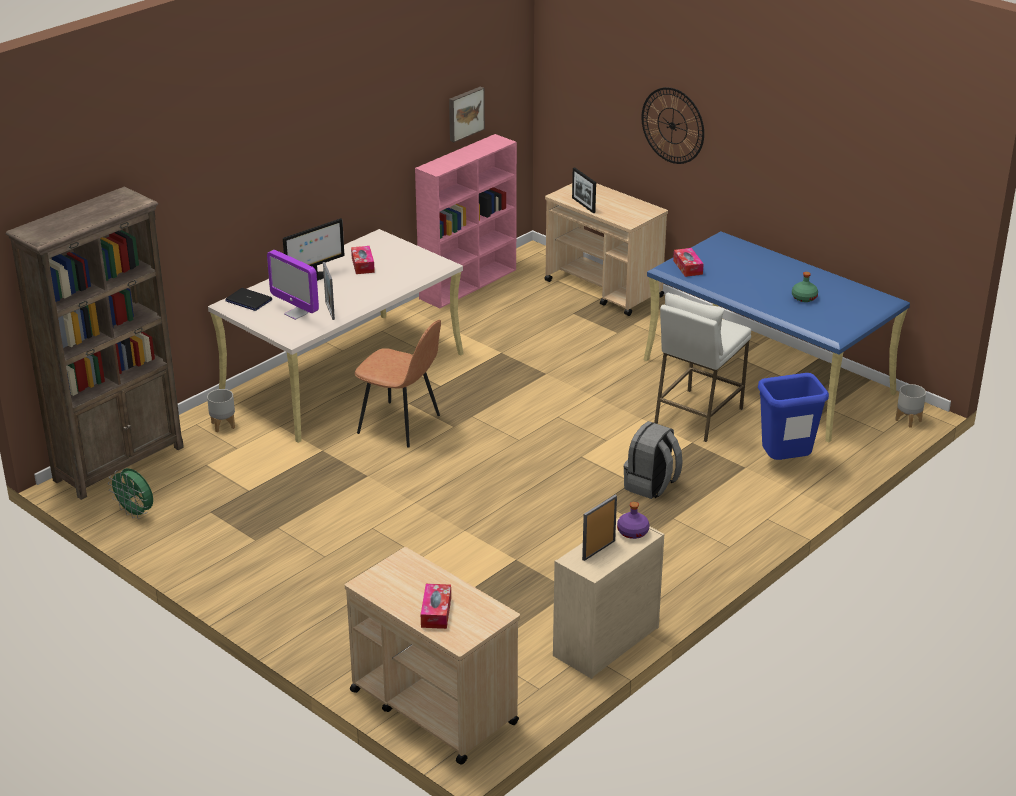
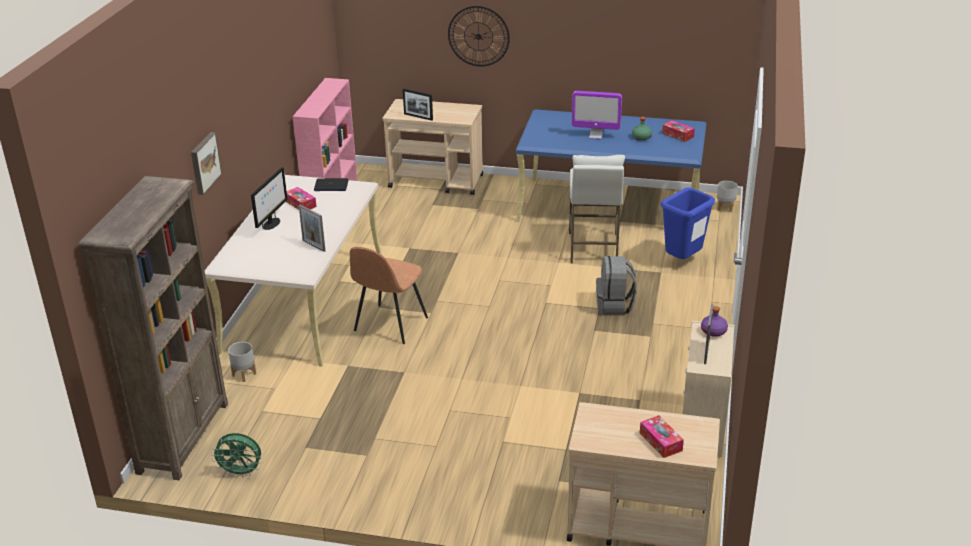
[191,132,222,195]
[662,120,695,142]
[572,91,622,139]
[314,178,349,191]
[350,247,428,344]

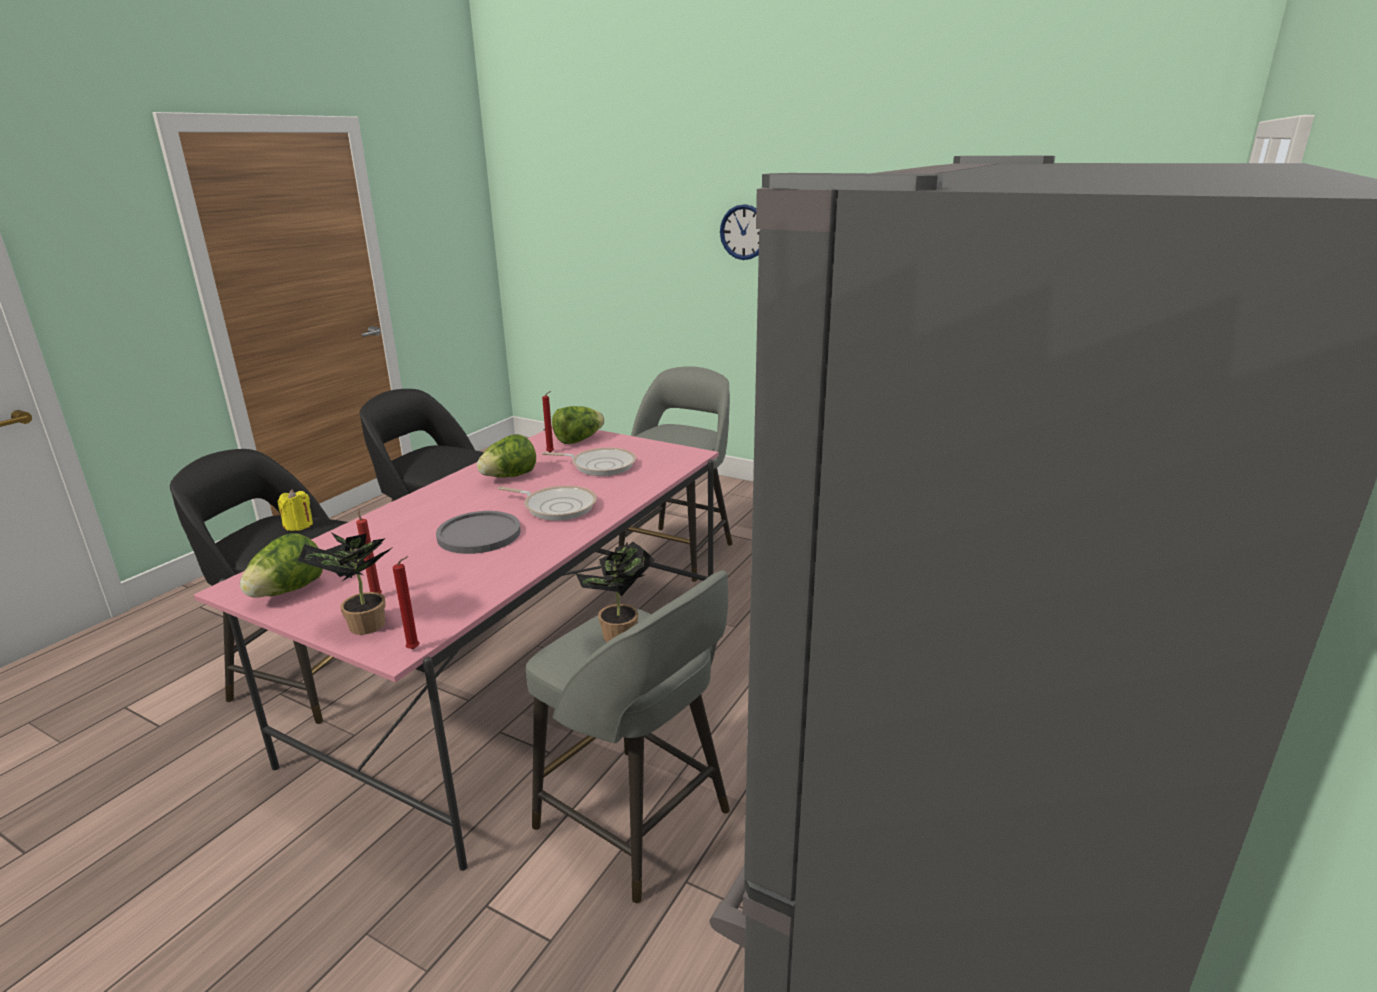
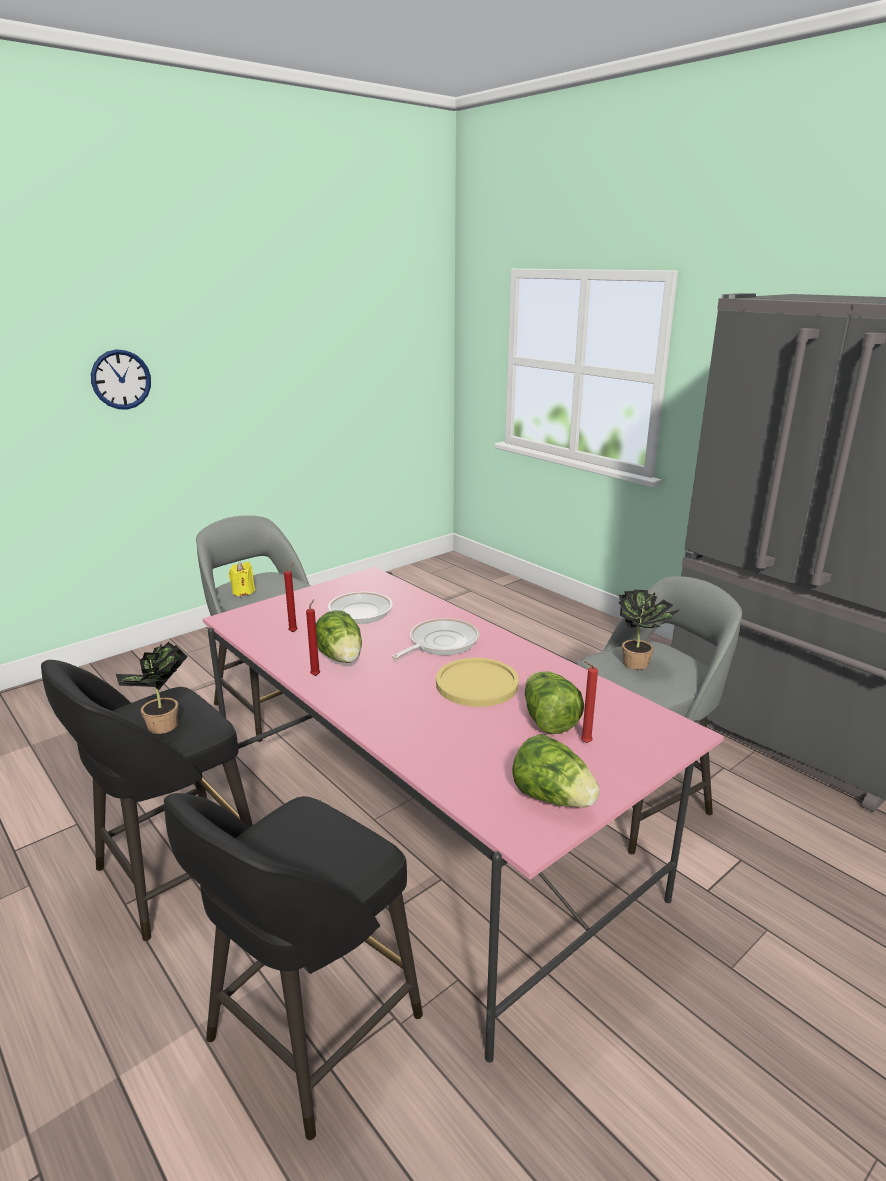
[525,671,584,734]
[229,562,255,596]
[436,658,519,707]
[116,642,188,734]
[306,600,320,676]

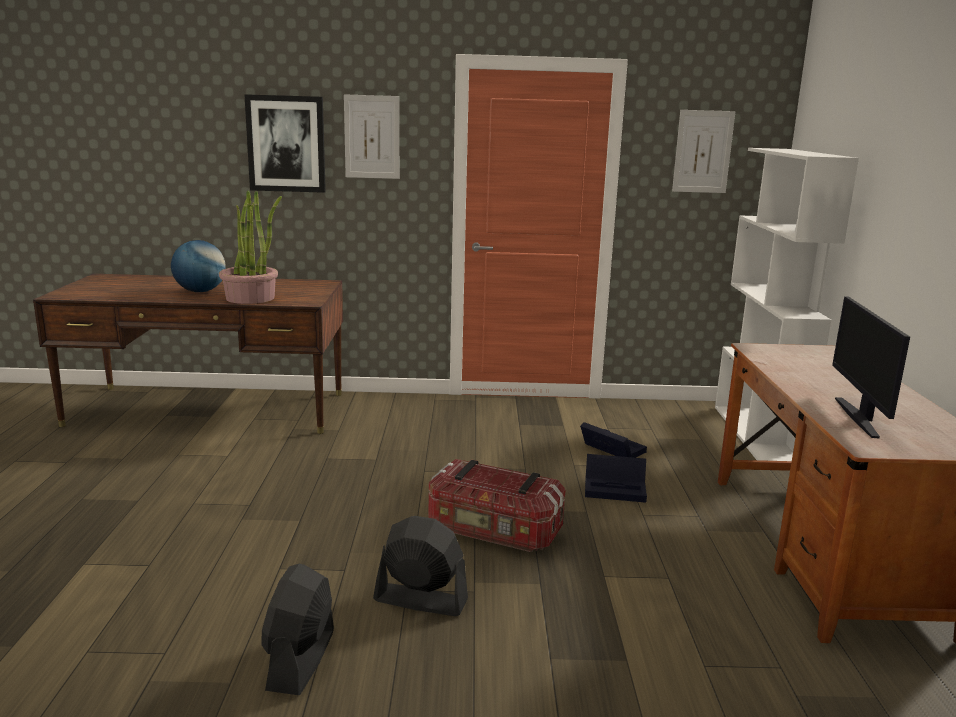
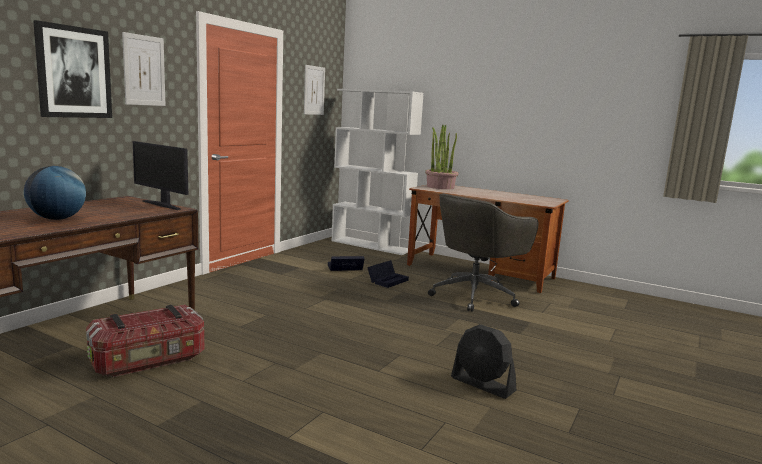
[425,124,458,189]
[133,141,188,210]
[86,305,204,377]
[373,516,468,616] (first image)
[428,194,539,312]

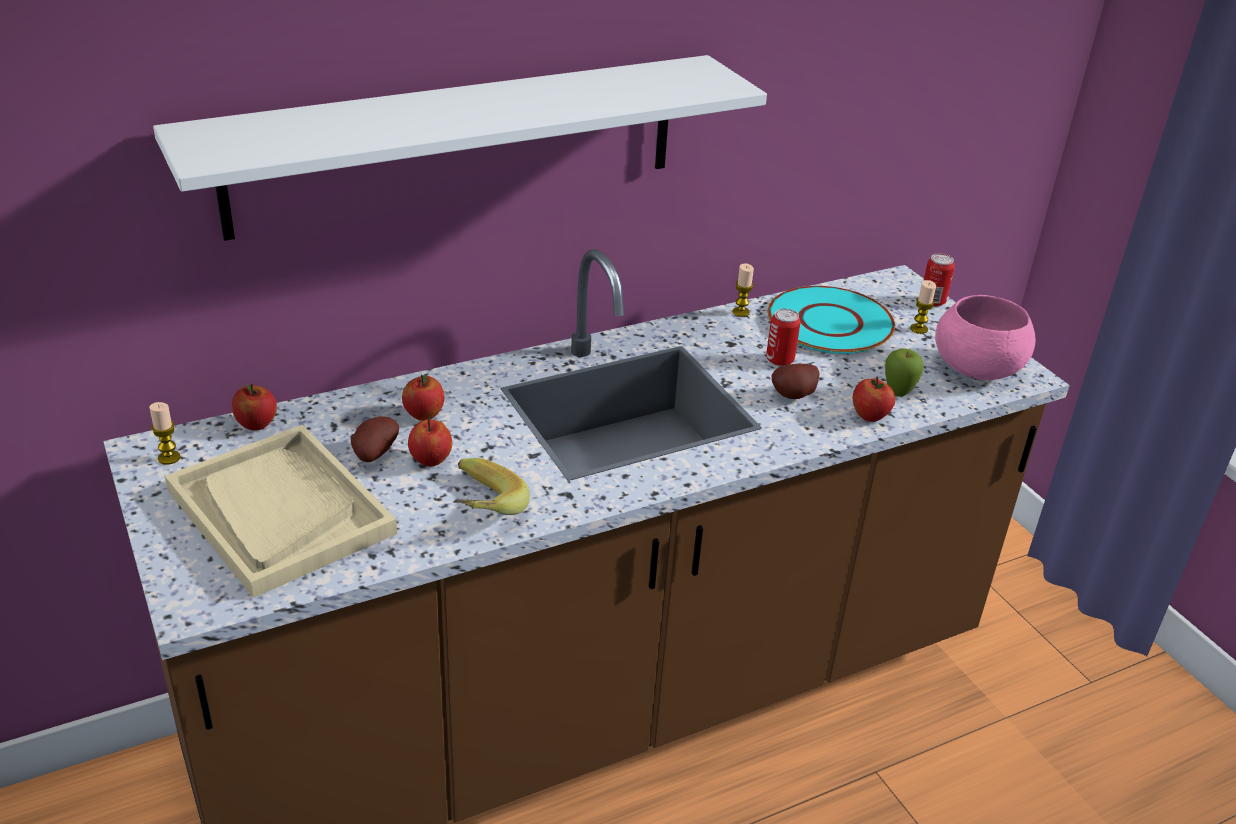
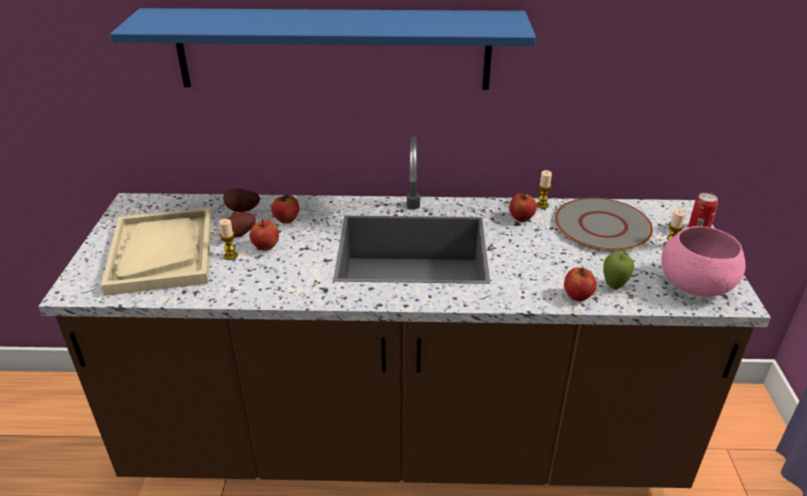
[110,8,536,90]
[555,198,653,251]
[766,309,801,366] (first image)
[223,188,260,212]
[509,192,537,222]
[219,219,238,260]
[454,458,530,515] (first image)

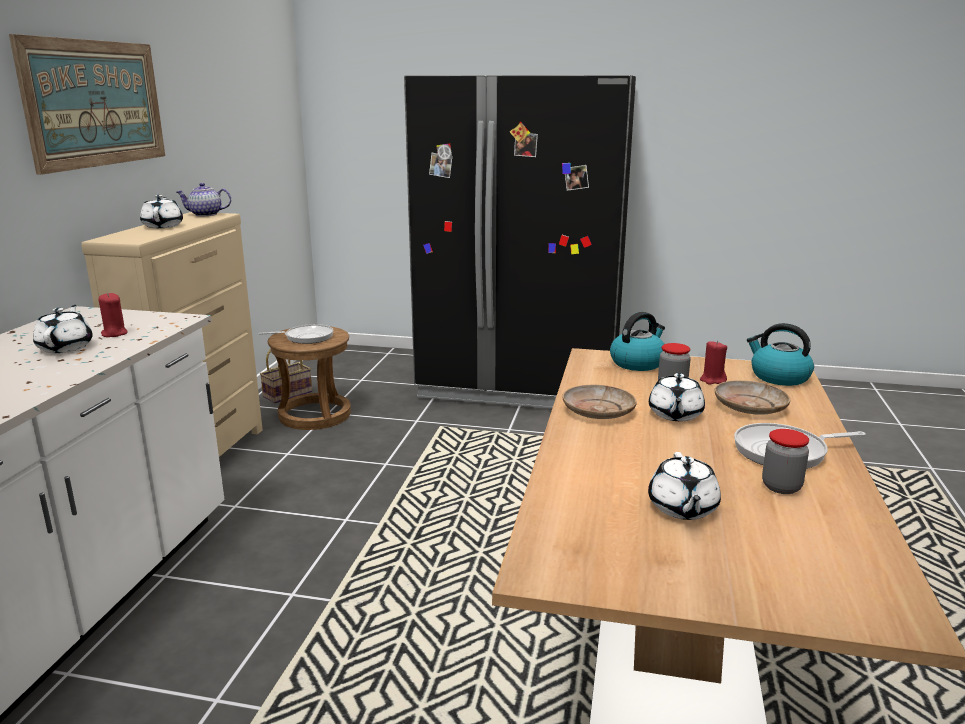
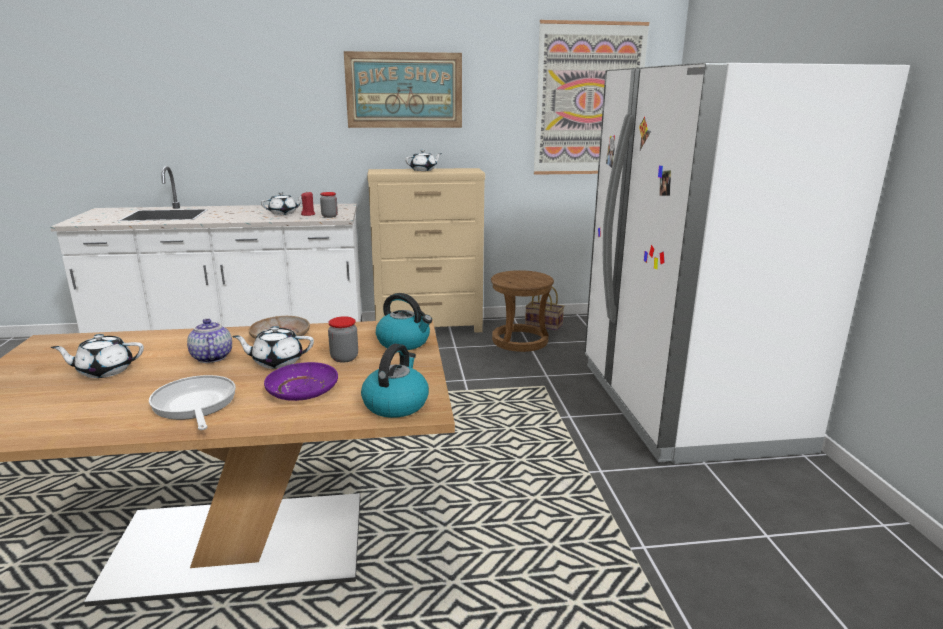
[585,62,910,464]
[187,319,232,363]
[259,324,333,344] (first image)
[700,340,727,385] (first image)
[264,362,338,401]
[320,192,338,218]
[534,20,649,175]

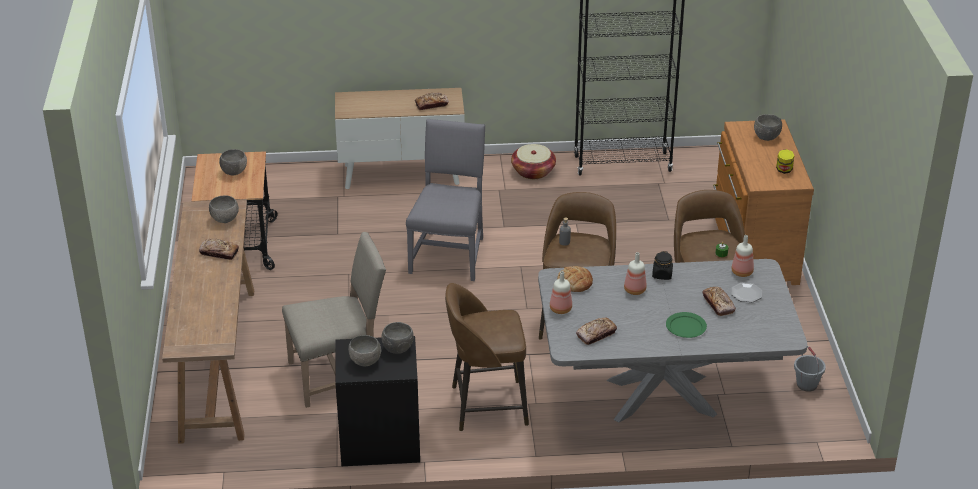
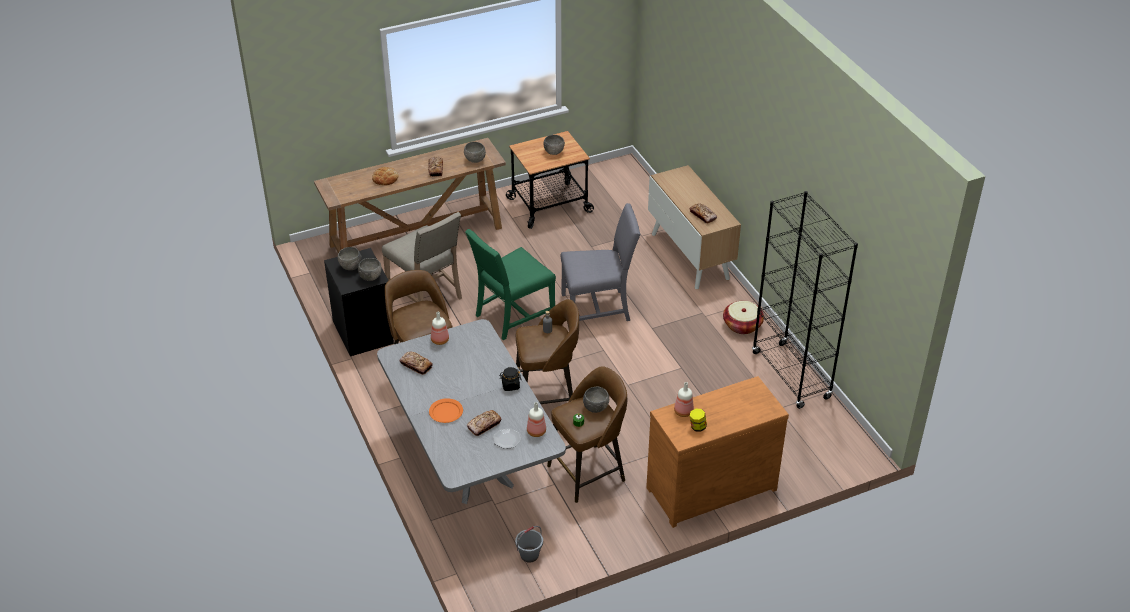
[583,387,609,413]
[674,382,694,417]
[372,167,398,185]
[429,398,463,423]
[465,229,556,340]

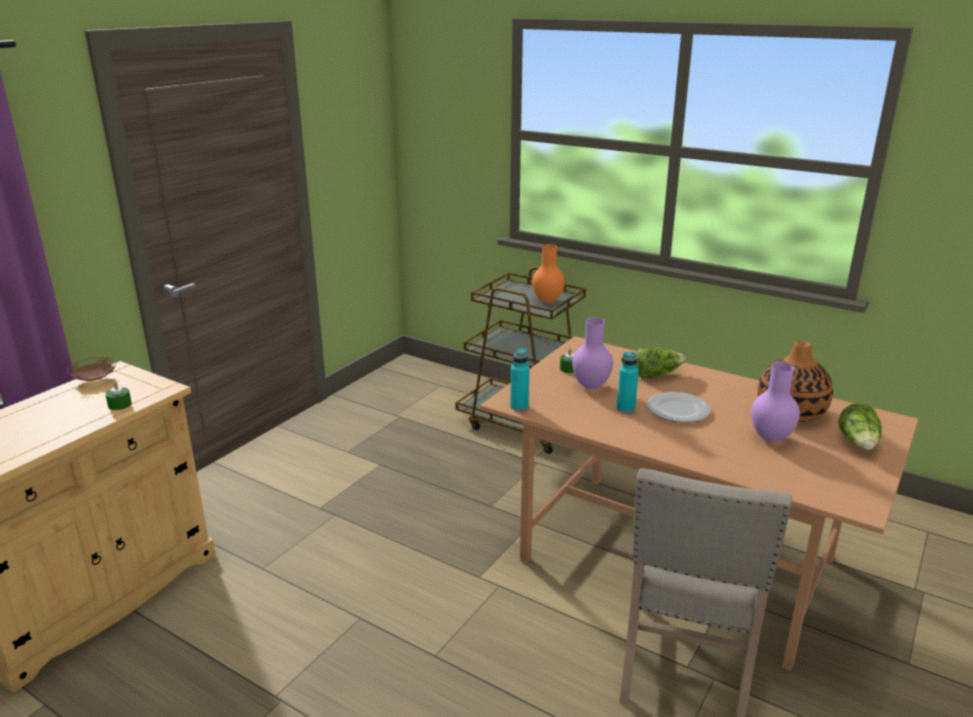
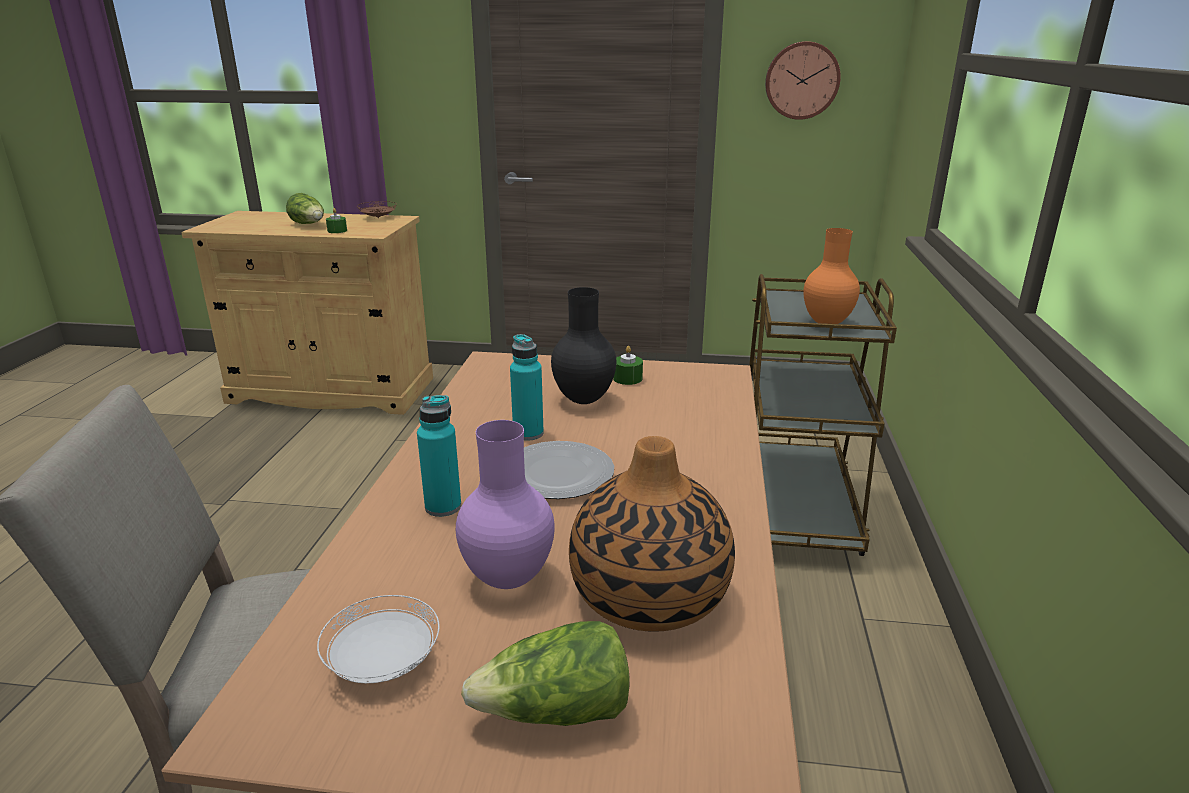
[551,287,616,404]
[286,193,324,224]
[417,395,461,517]
[765,41,841,120]
[317,595,440,683]

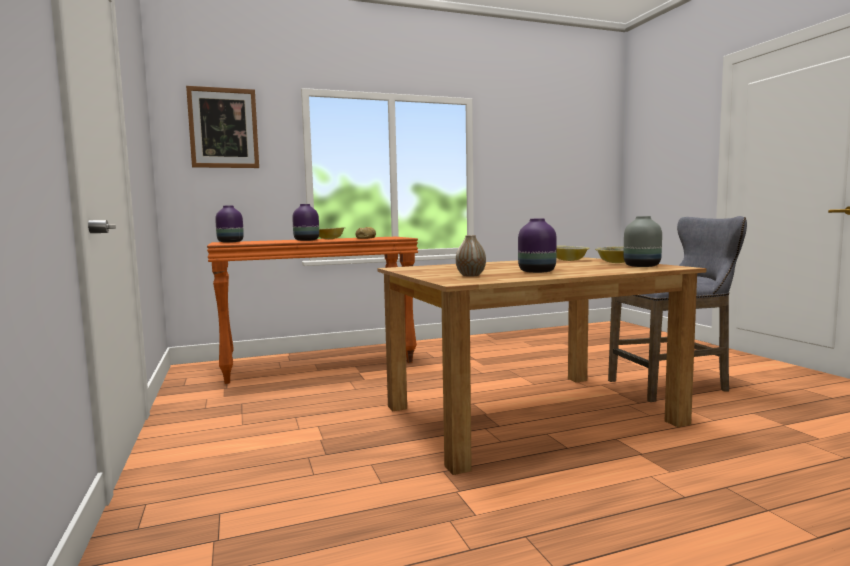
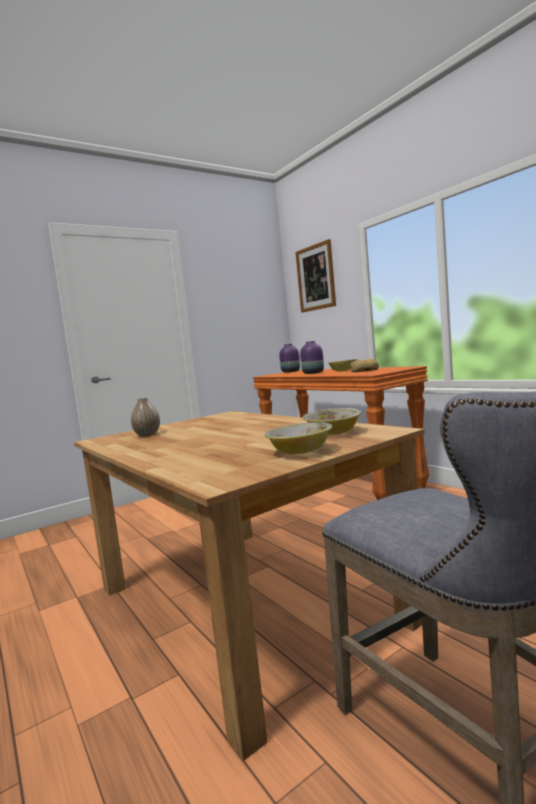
[624,216,662,267] (first image)
[518,218,557,273] (first image)

